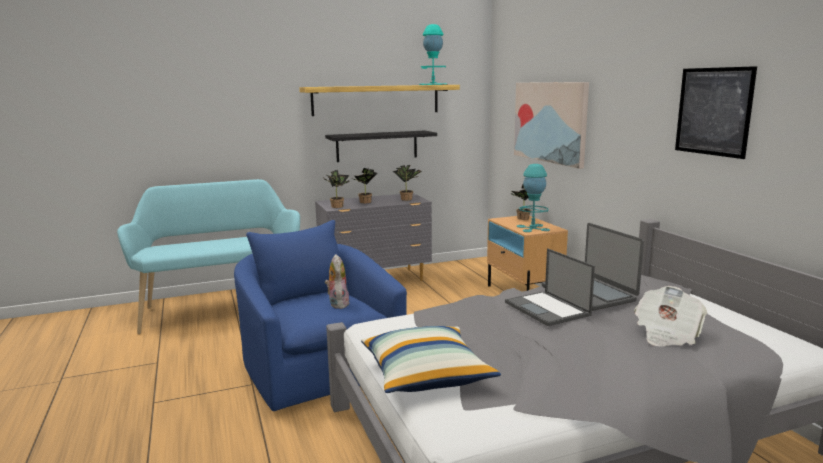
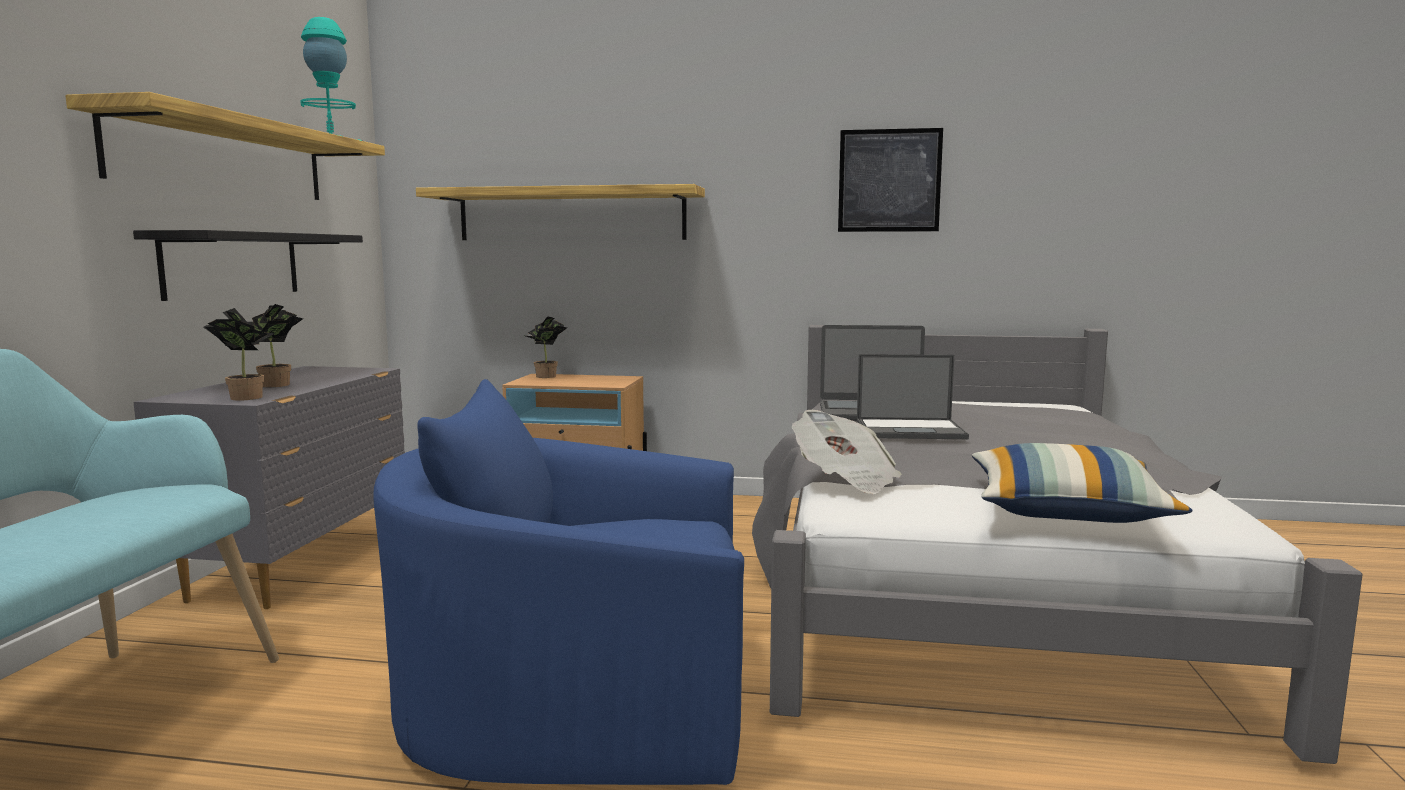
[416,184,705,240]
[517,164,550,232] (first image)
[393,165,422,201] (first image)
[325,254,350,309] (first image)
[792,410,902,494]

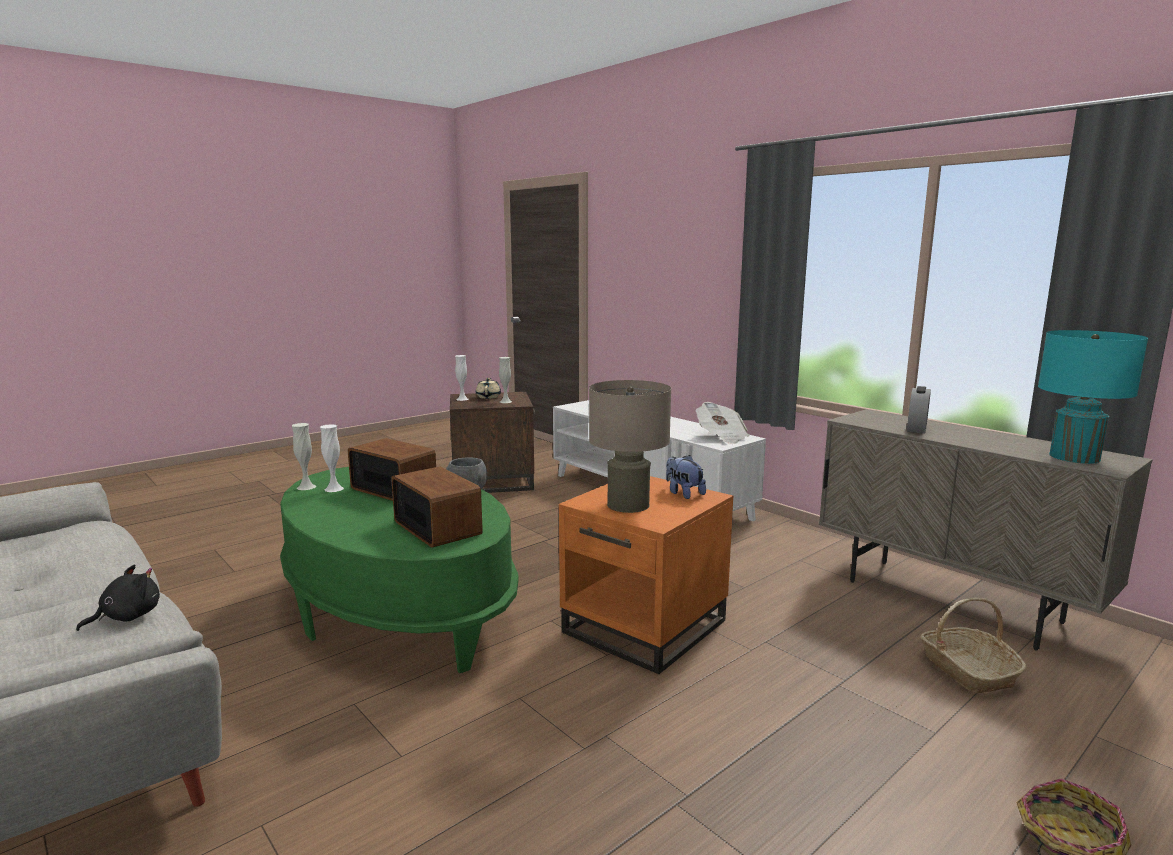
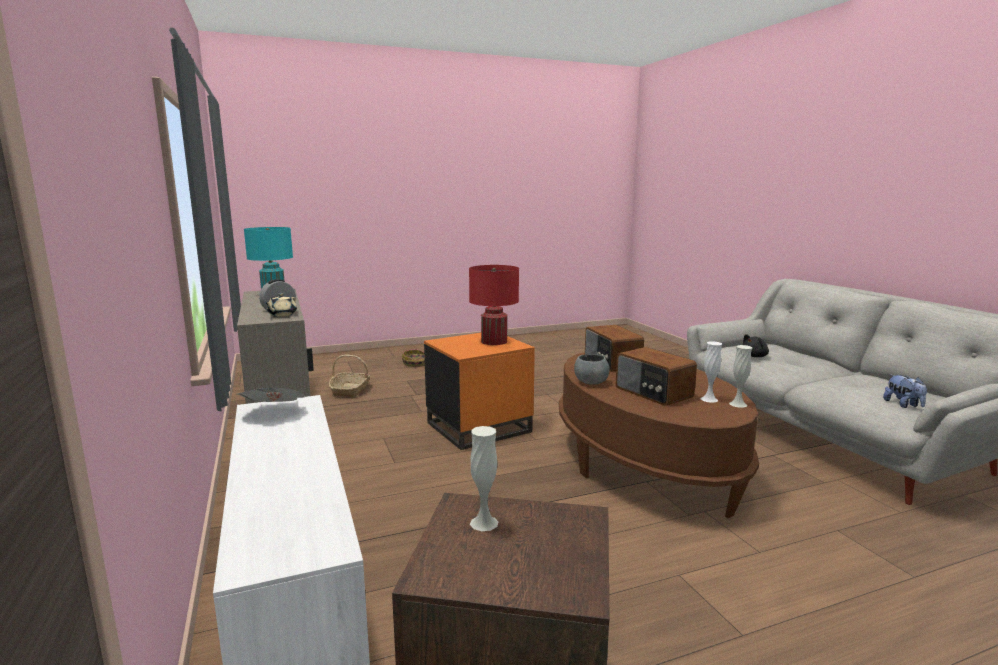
[455,355,468,401] (first image)
[264,293,297,317]
[469,265,519,345]
[883,374,927,408]
[559,352,759,518]

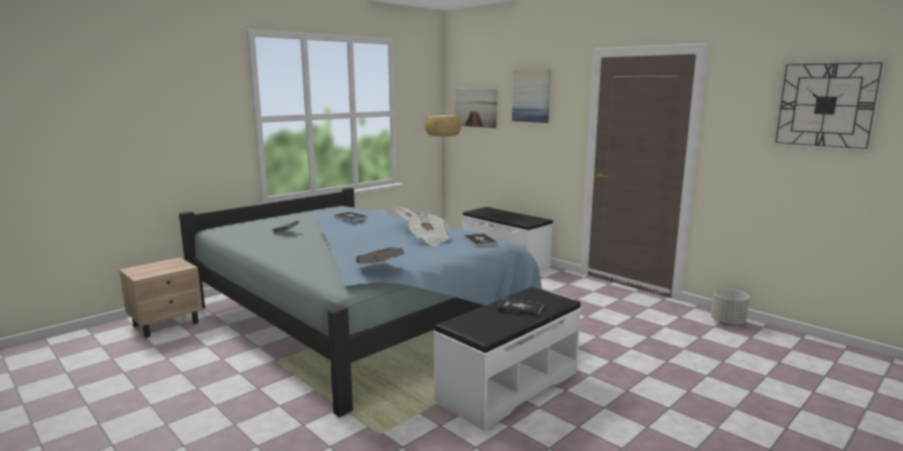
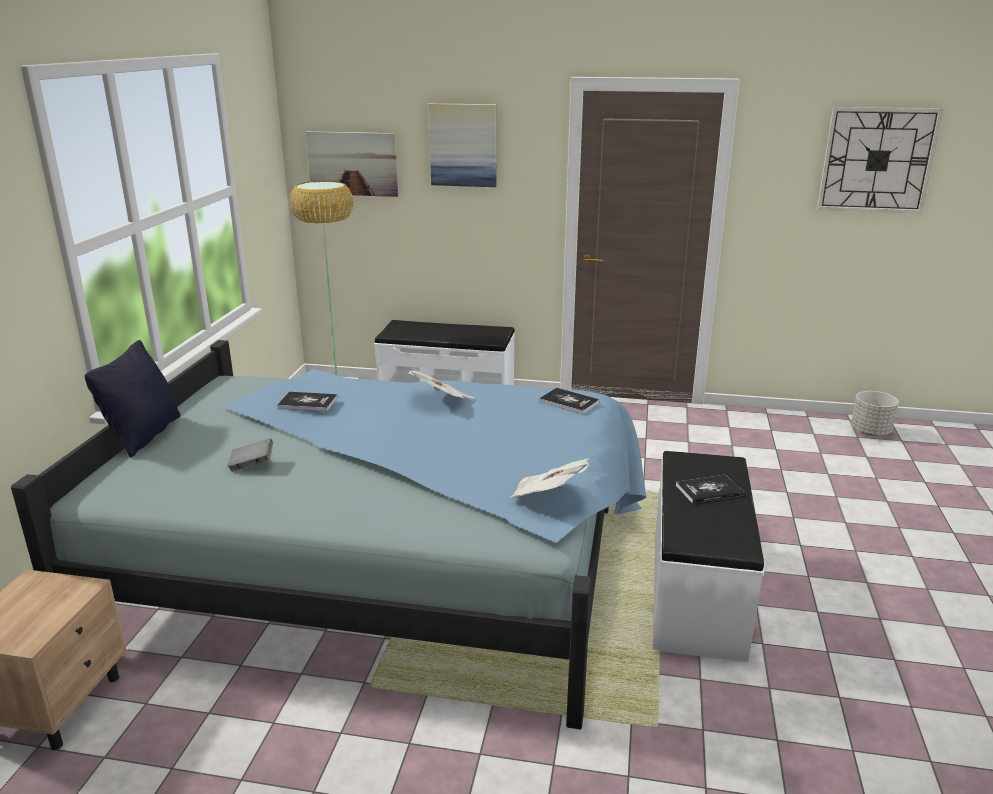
[408,212,451,246] (first image)
[851,391,899,436]
[84,340,180,457]

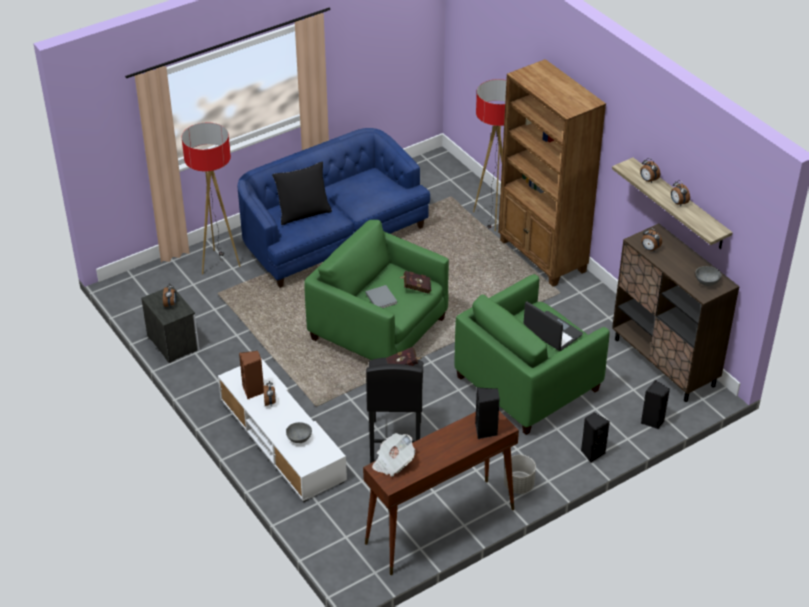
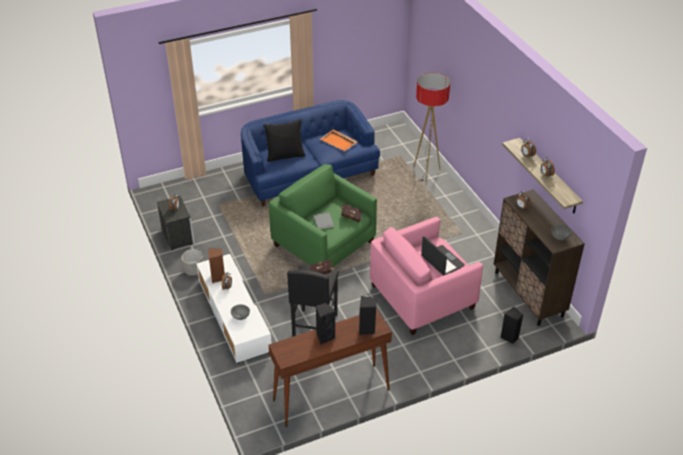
[498,59,606,286] (first image)
[181,123,241,274] (first image)
[370,217,483,335]
[316,302,336,344]
[372,433,415,477] (first image)
[182,249,203,275]
[320,130,357,151]

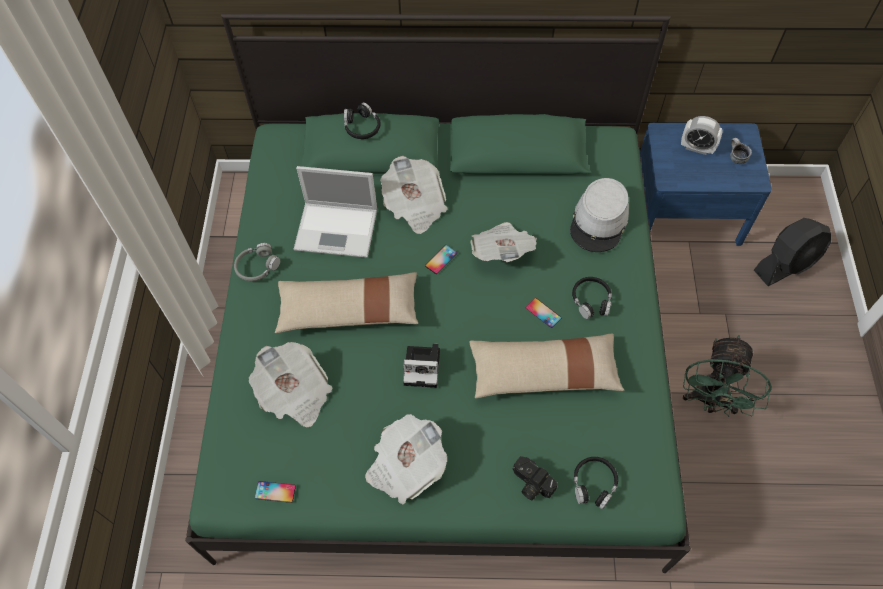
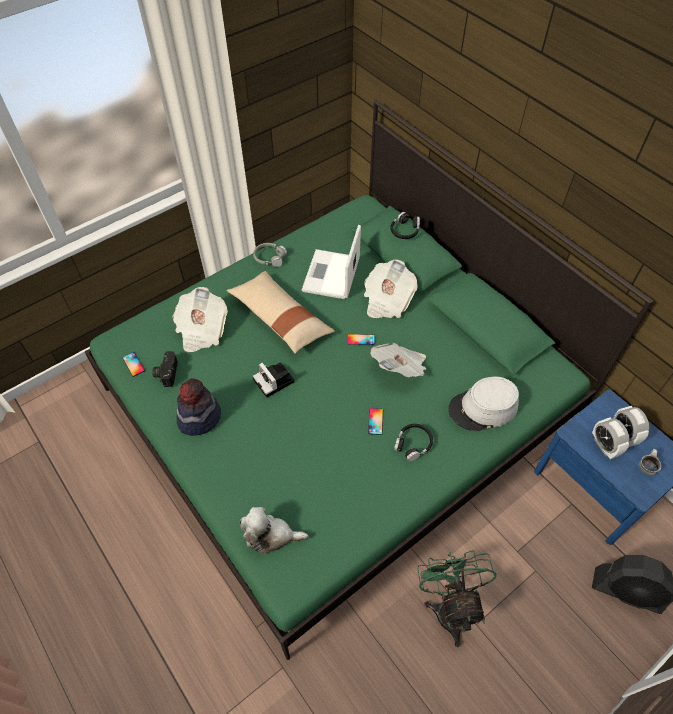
[302,225,361,299]
[469,334,624,398] (first image)
[417,550,497,647]
[177,378,221,436]
[152,351,178,387]
[240,507,309,555]
[592,417,630,459]

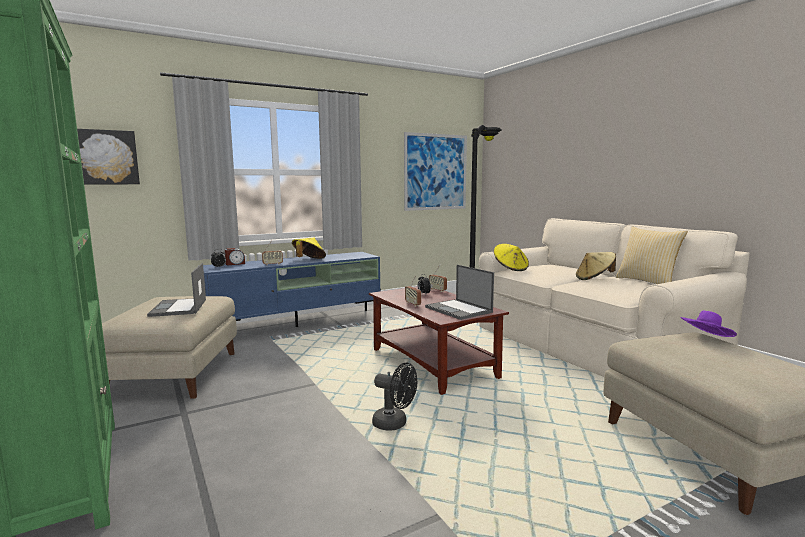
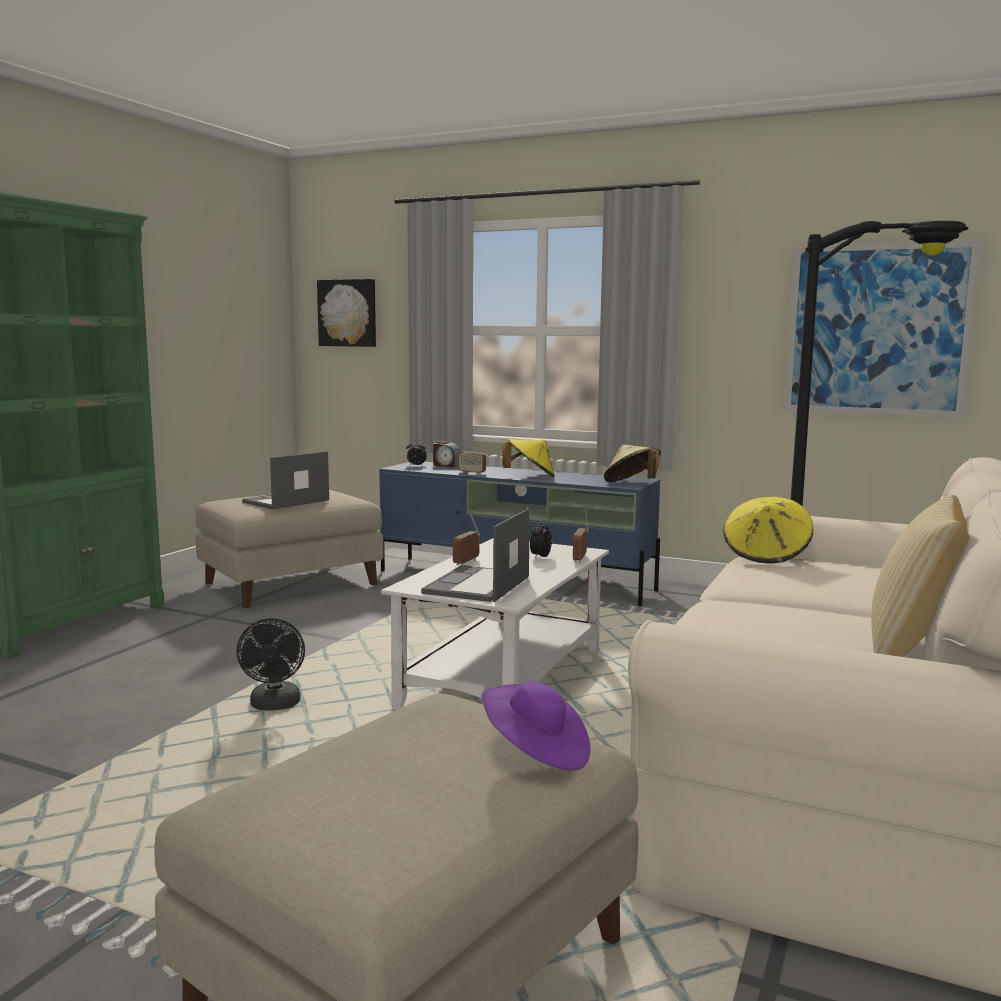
[604,445,661,482]
[381,538,609,710]

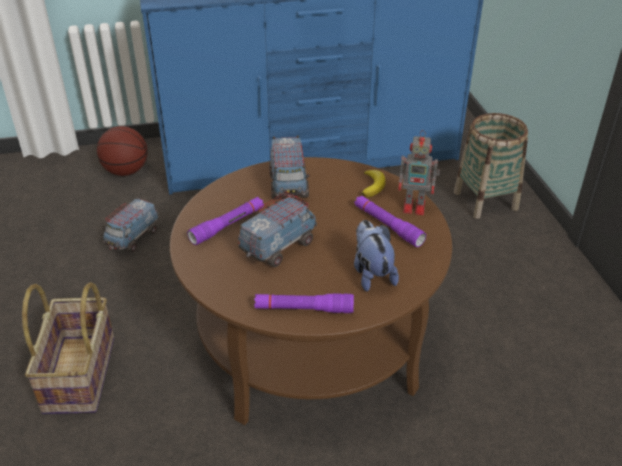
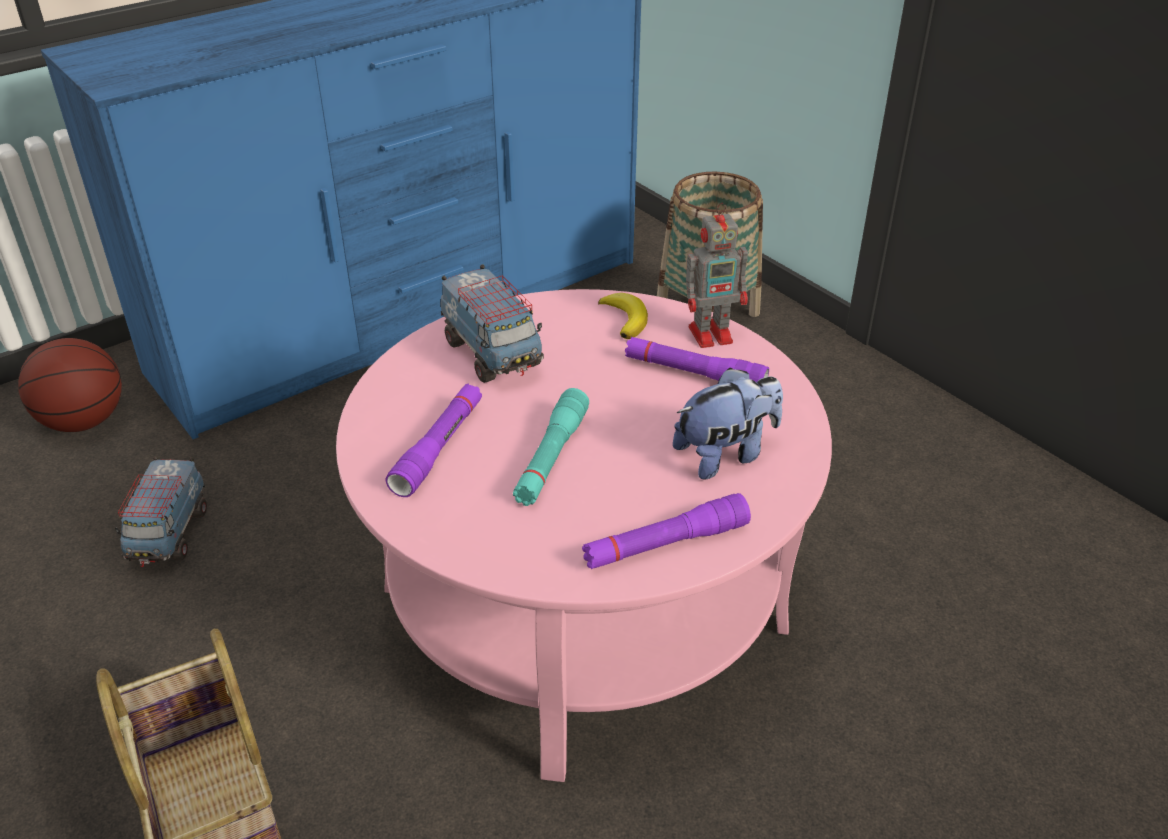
[336,289,832,782]
[513,388,589,506]
[673,368,783,480]

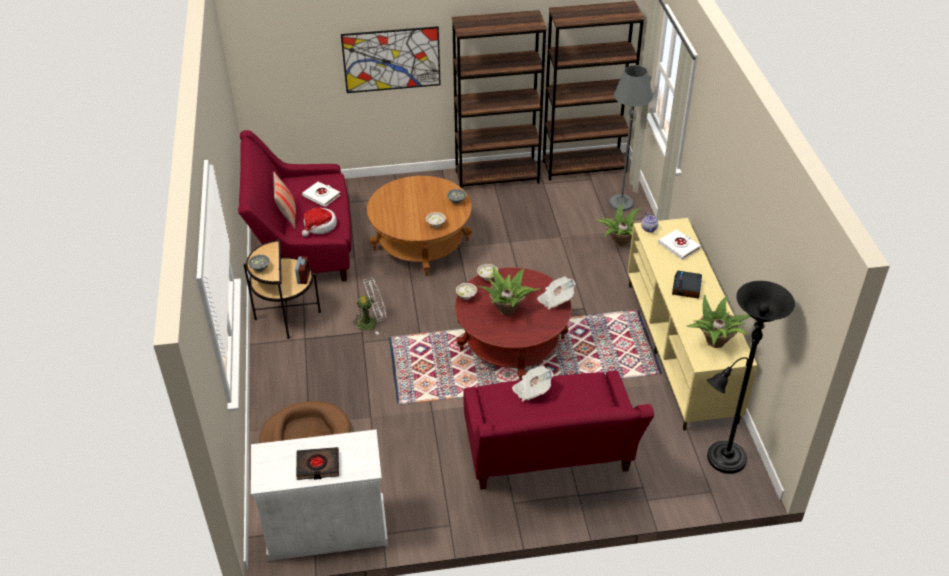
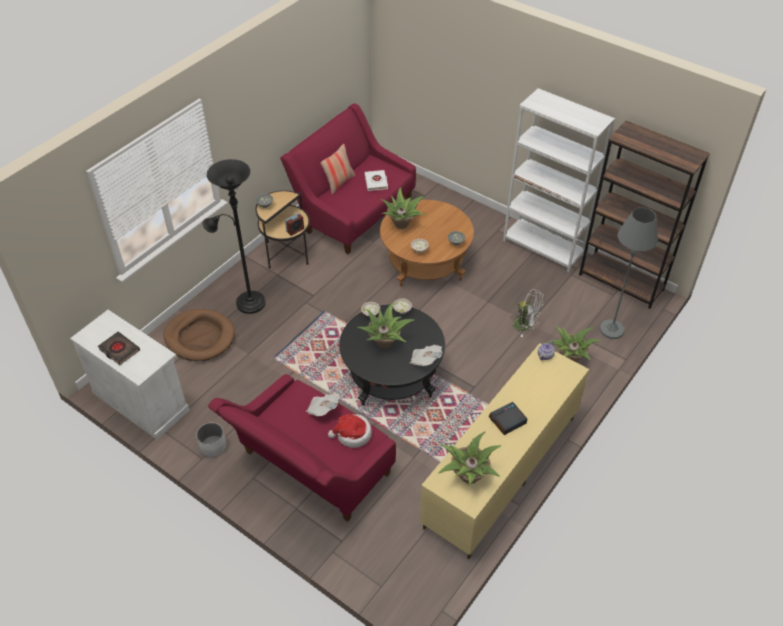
[503,88,615,272]
[341,26,441,93] (first image)
[328,414,372,448]
[658,229,701,260] (first image)
[339,305,445,406]
[513,289,544,337]
[202,159,266,314]
[381,187,427,229]
[196,422,227,457]

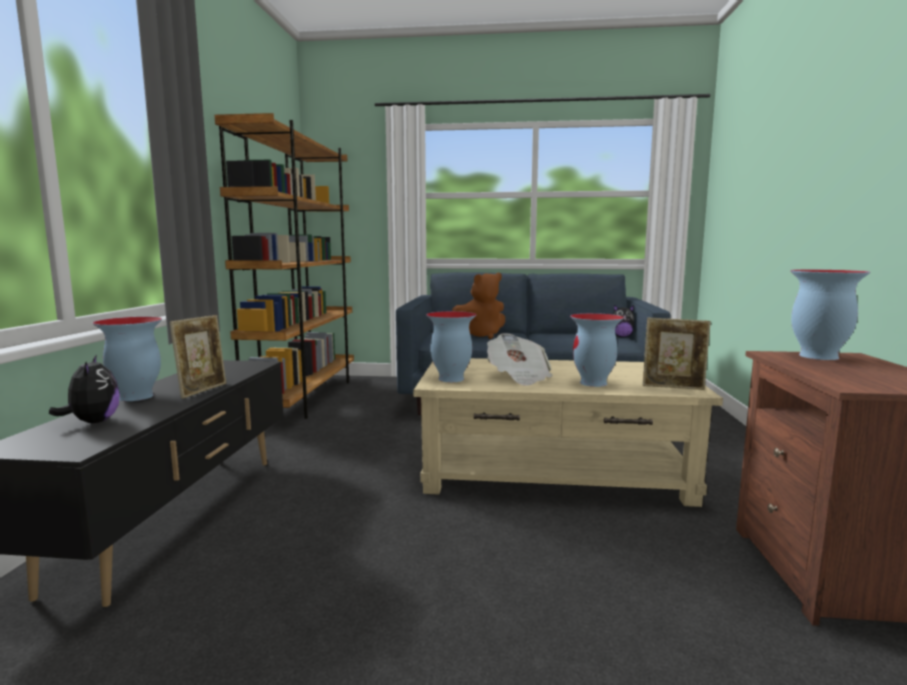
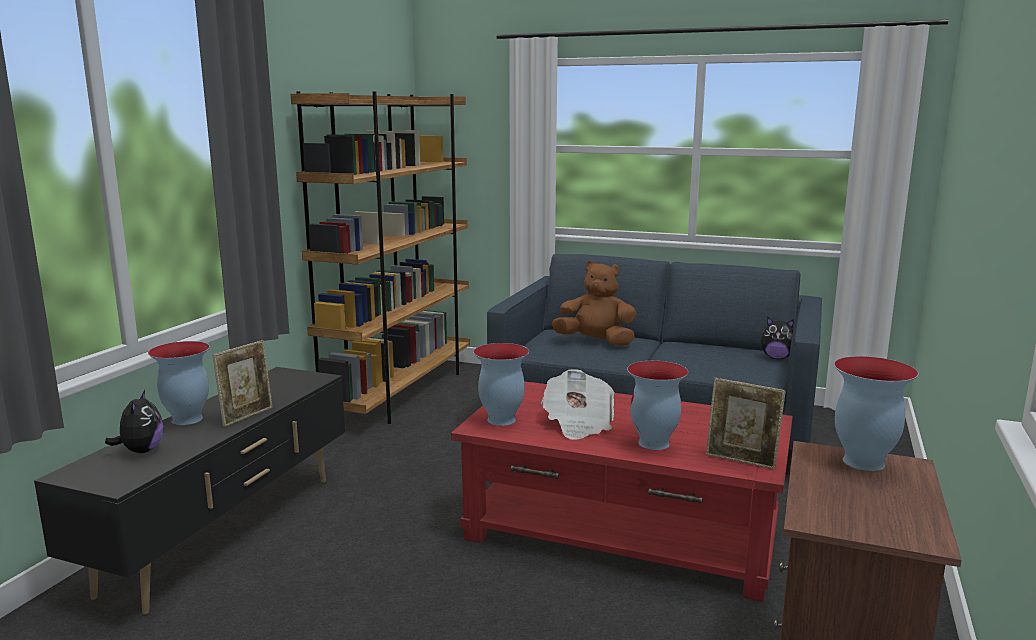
[552,261,637,346]
[451,382,793,602]

